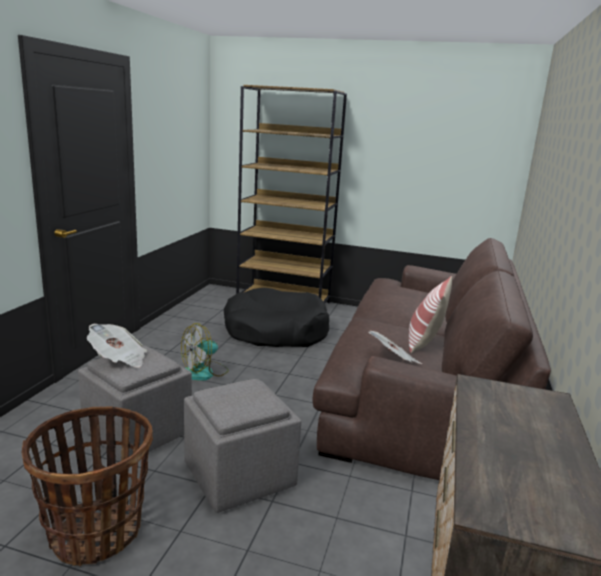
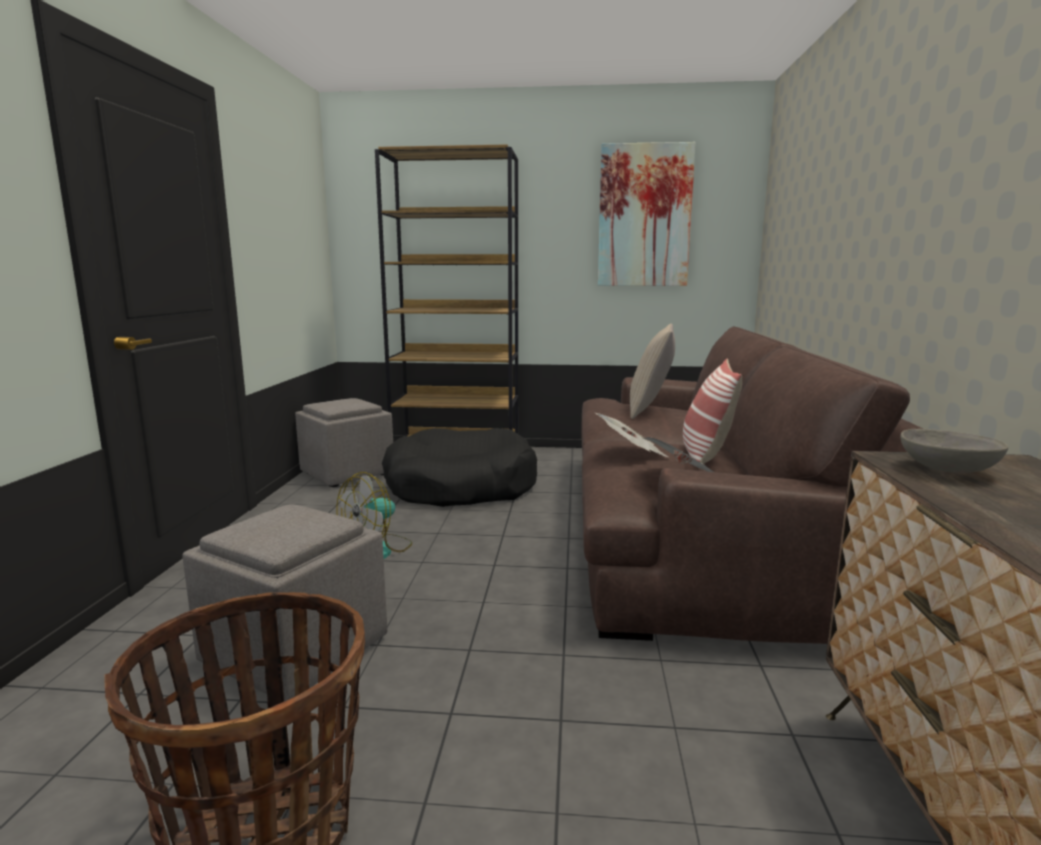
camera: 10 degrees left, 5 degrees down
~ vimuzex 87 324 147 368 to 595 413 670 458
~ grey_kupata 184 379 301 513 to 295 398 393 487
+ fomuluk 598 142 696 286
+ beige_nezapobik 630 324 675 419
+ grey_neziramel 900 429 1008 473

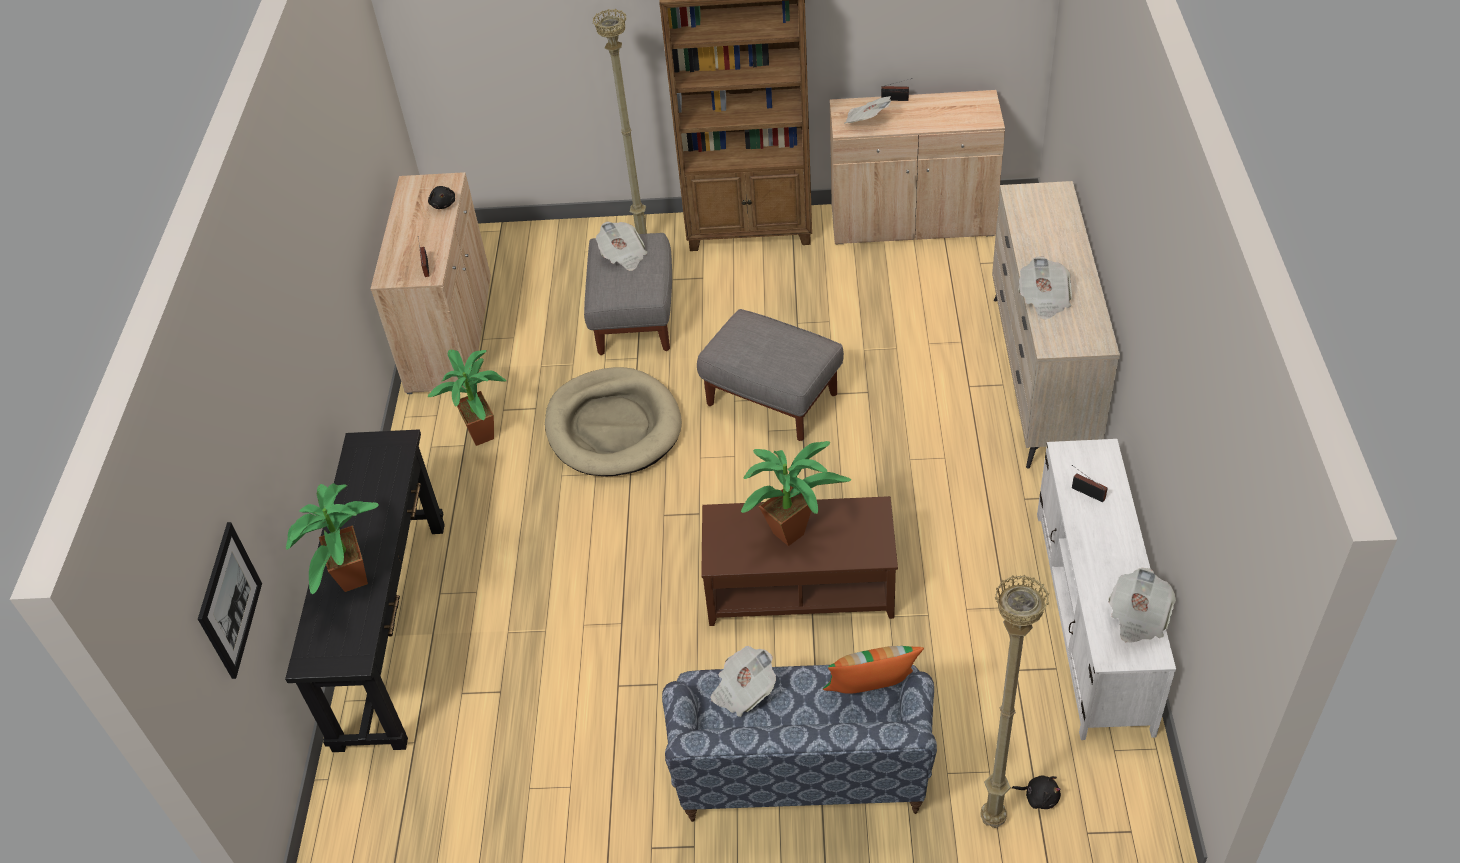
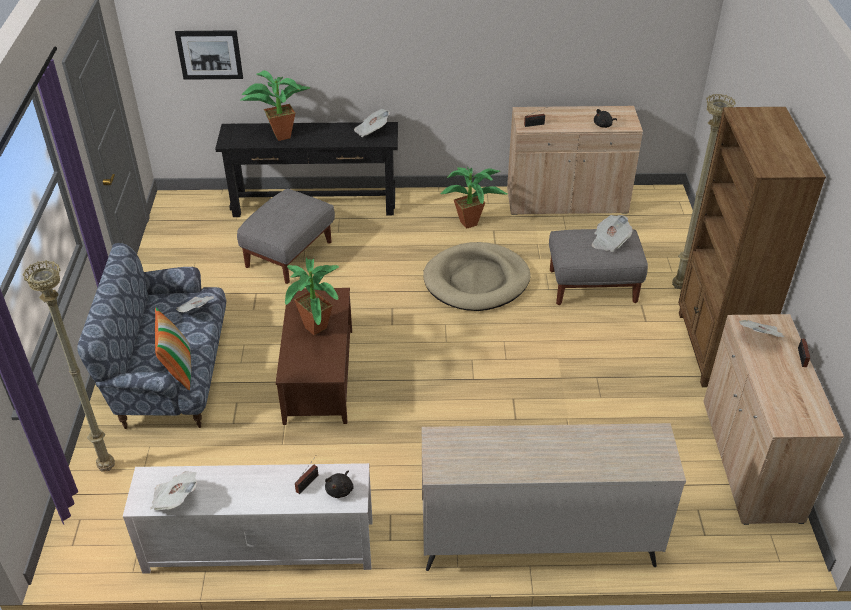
camera: 85 degrees right, 5 degrees down
~ vimuzex 1018 256 1072 320 to 354 109 390 137
~ grey_kupata 697 309 844 441 to 237 189 335 284
~ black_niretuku 1012 776 1061 809 to 325 471 354 498

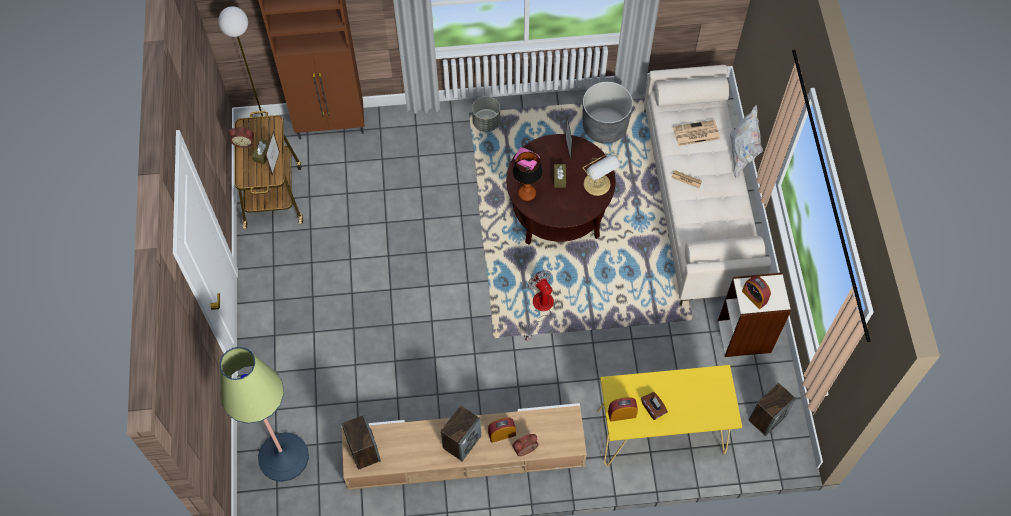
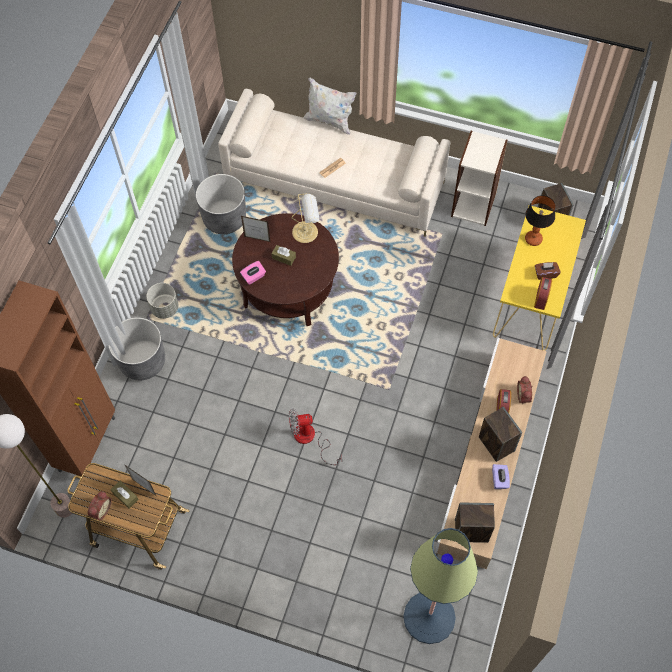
camera: 65 degrees left, 0 degrees up
- vimuzex 673 120 720 146
~ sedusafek 513 152 543 201 to 525 195 556 246
~ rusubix 524 270 554 341 to 289 408 342 465
- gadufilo 742 276 771 309
+ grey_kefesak 108 317 165 380
+ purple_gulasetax 492 464 510 489

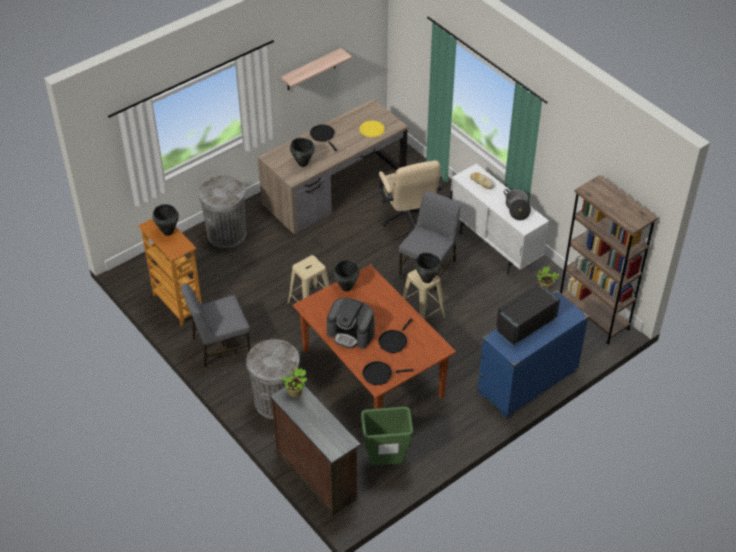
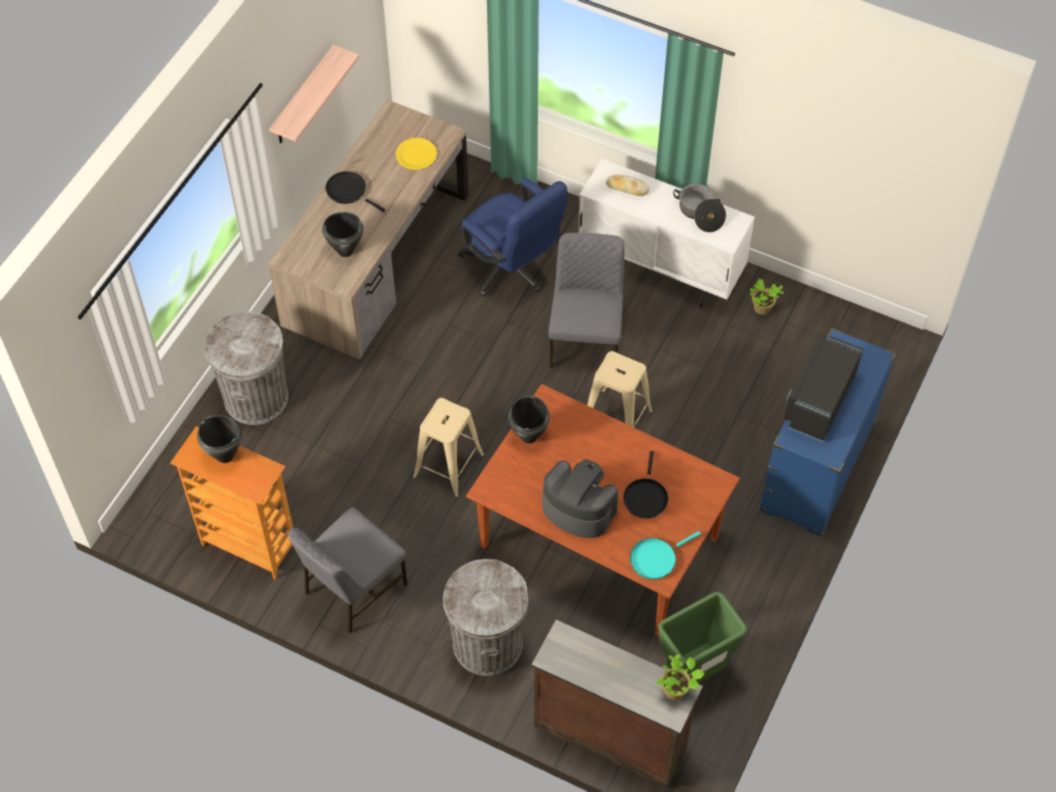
camera: 25 degrees left, 10 degrees up
~ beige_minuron 379 160 441 229 to blue_minuron 458 178 568 297
- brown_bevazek 560 175 658 344
- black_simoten 415 253 441 283
~ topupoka 327 298 374 349 = 542 459 618 538 150 degrees counterclockwise
~ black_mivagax 363 361 413 385 to turquoise_mivagax 630 531 701 579
~ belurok 280 367 307 397 to 656 654 705 700

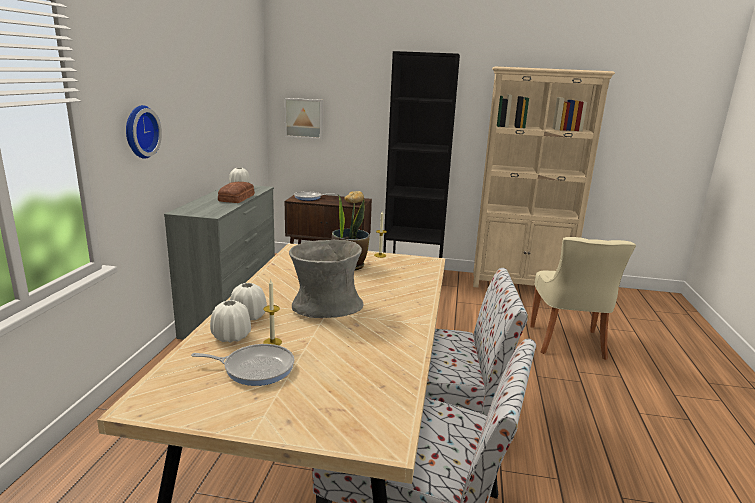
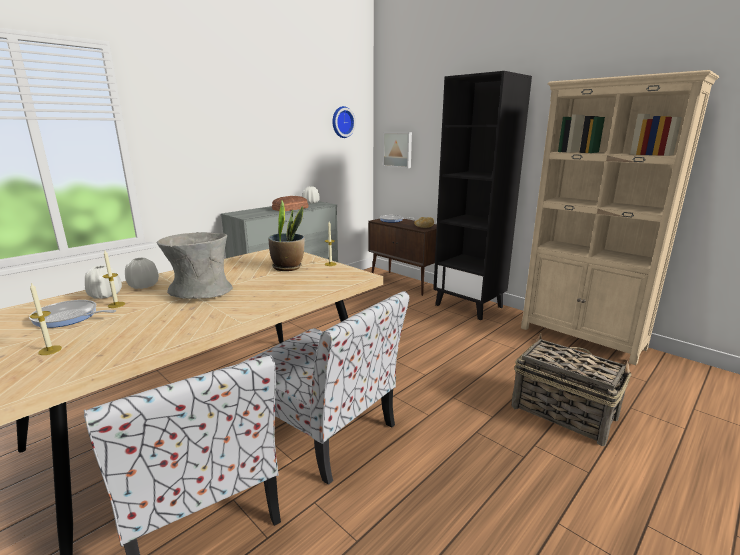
camera: 35 degrees right, 0 degrees up
~ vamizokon 126 105 162 159 to 332 106 356 138
~ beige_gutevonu 530 237 636 360 to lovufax 512 333 632 446
~ mivagax 191 344 294 386 = 29 300 116 328 150 degrees clockwise
+ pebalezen 30 282 62 355

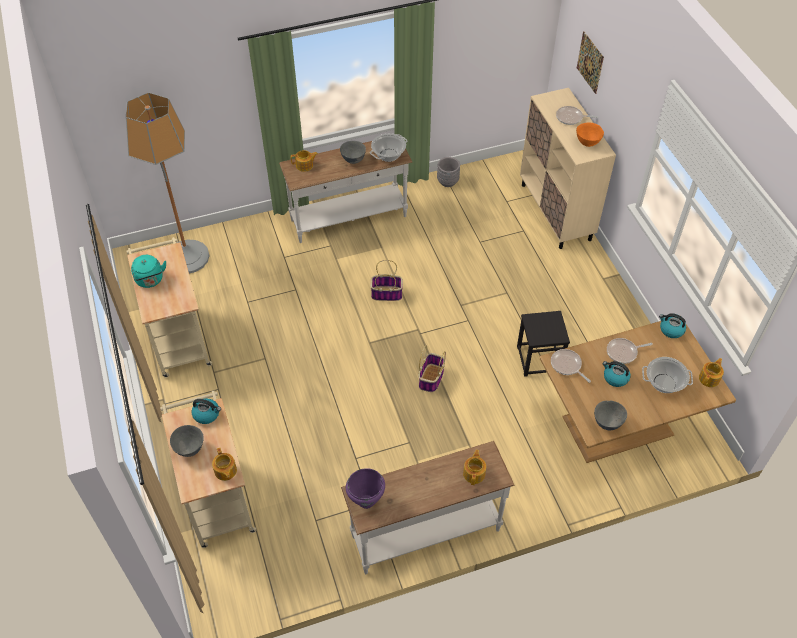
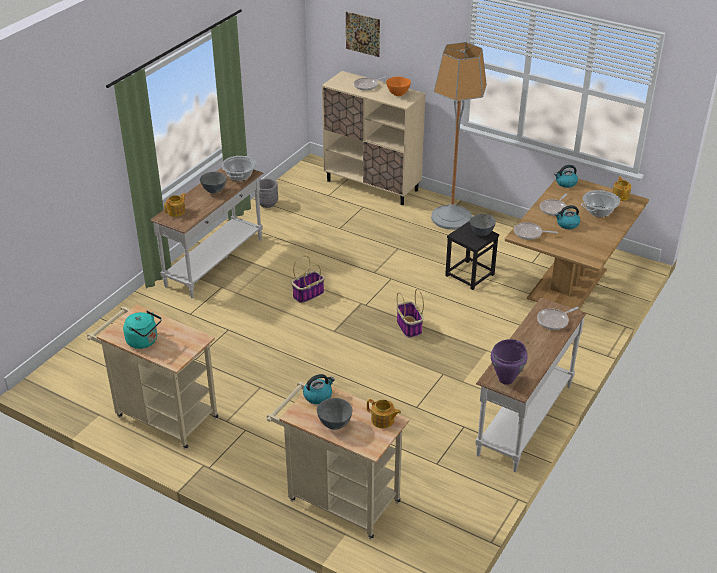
camera: 40 degrees left, 15 degrees down
~ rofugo 126 92 210 274 to 431 42 487 230
~ grey_neziramel 594 401 627 430 to 470 214 496 236
~ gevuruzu 463 450 486 485 to mivagax 537 307 579 330

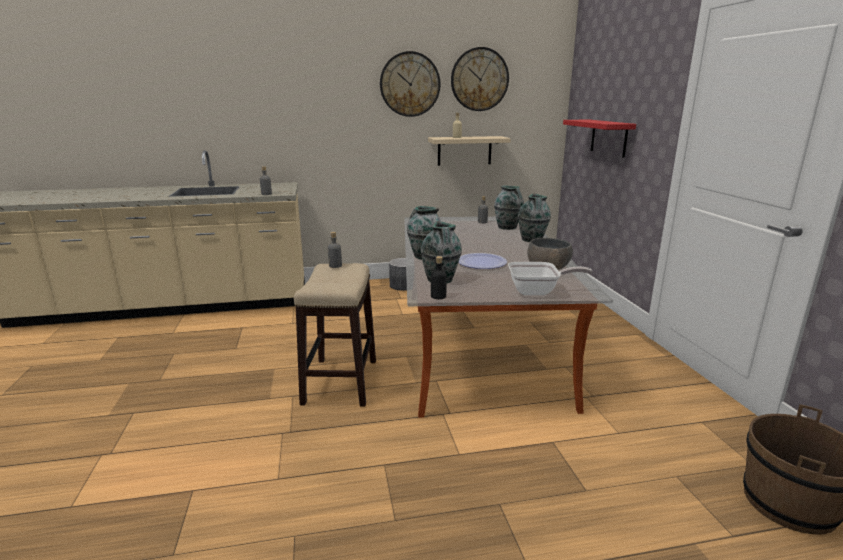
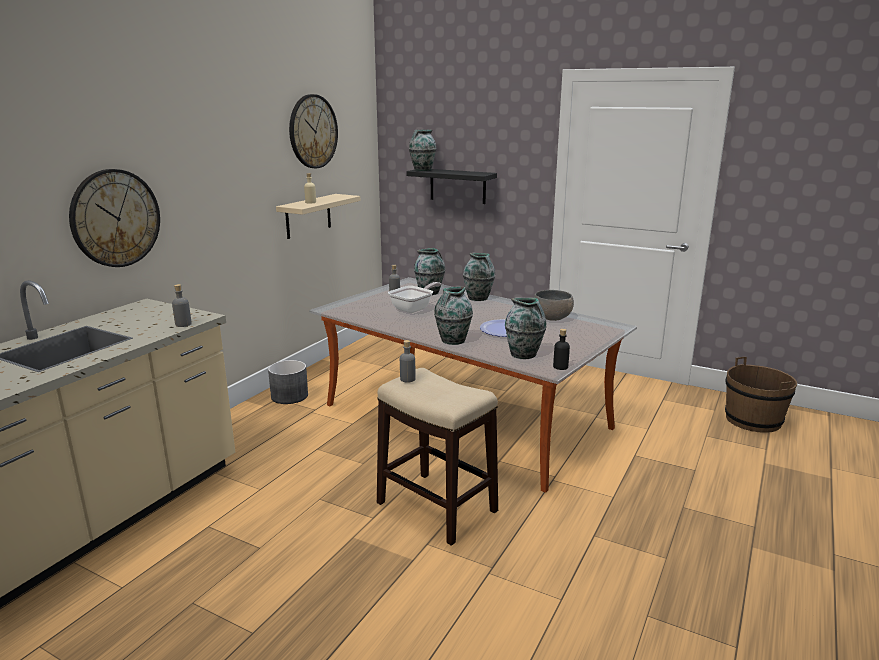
camera: 50 degrees left, 0 degrees up
~ vamizokon 380 51 440 117 to 69 169 160 267
~ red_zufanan 563 120 636 158 to black_zufanan 406 169 497 204
~ mivagax 508 262 592 295 to 388 282 441 313
+ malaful 409 130 436 171

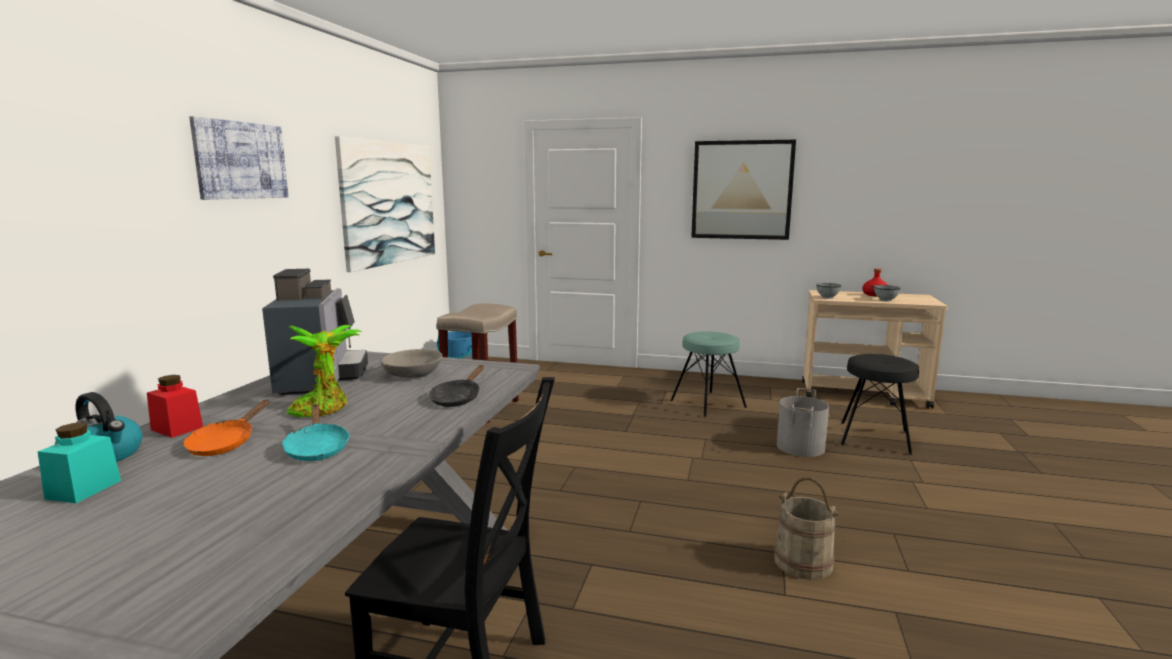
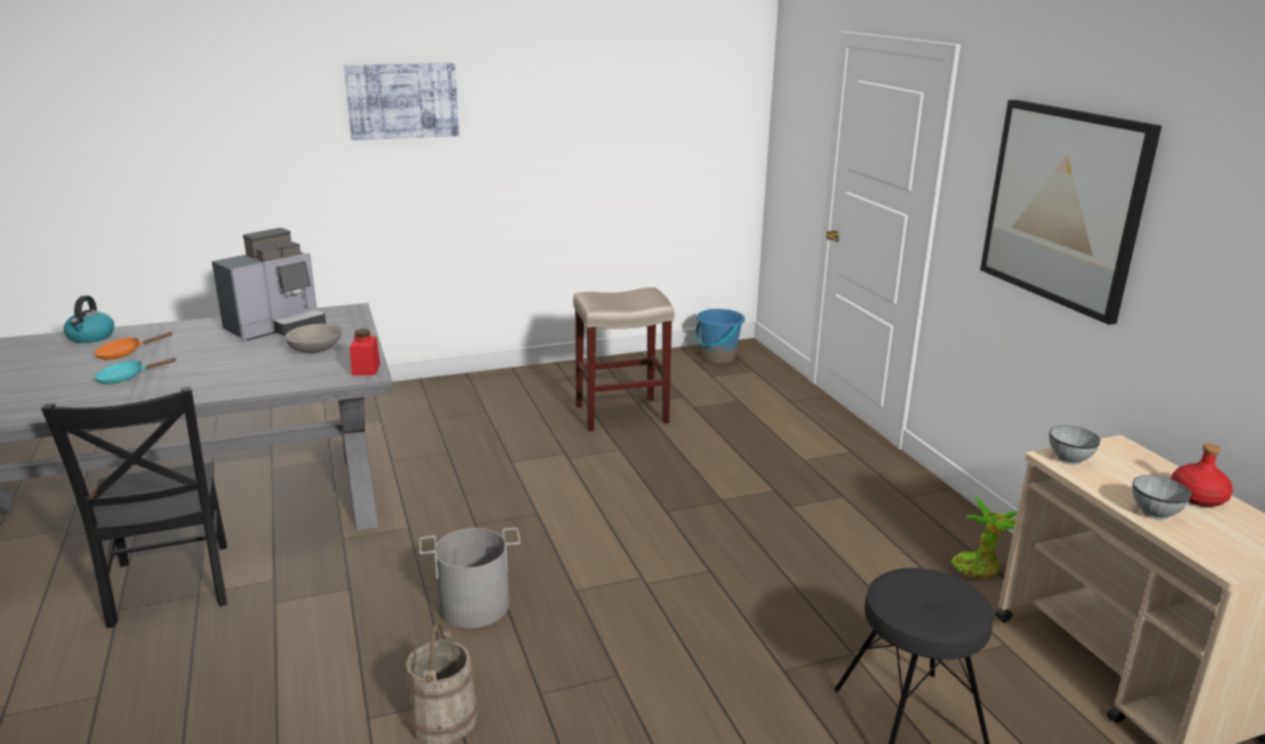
camera: 55 degrees right, 10 degrees up
- fomuluk 335 136 435 272
~ belurok 287 325 362 417 to 951 496 1018 578
- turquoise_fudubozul 670 331 747 417
- black_mivagax 429 365 484 407
~ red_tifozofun 147 375 203 438 to 350 329 380 376
~ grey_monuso 777 388 829 457 to 419 528 521 628
~ turquoise_mivagax 281 404 350 461 = 94 358 176 384 45 degrees clockwise
- turquoise_tifozofun 38 422 121 503

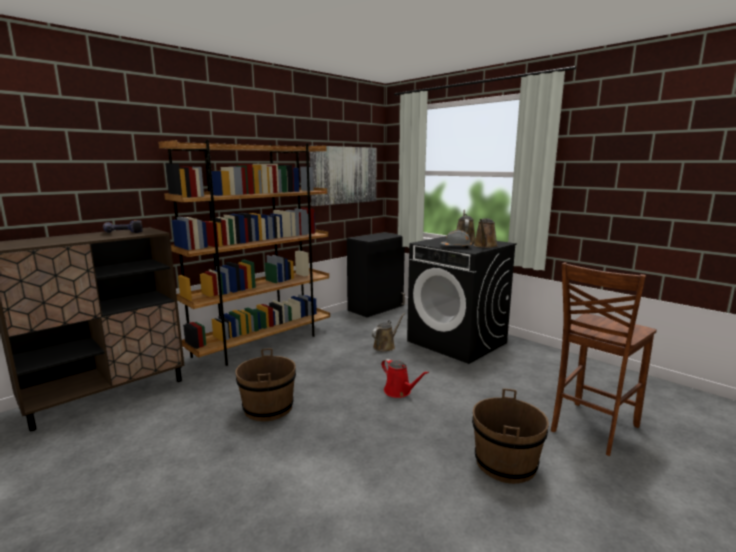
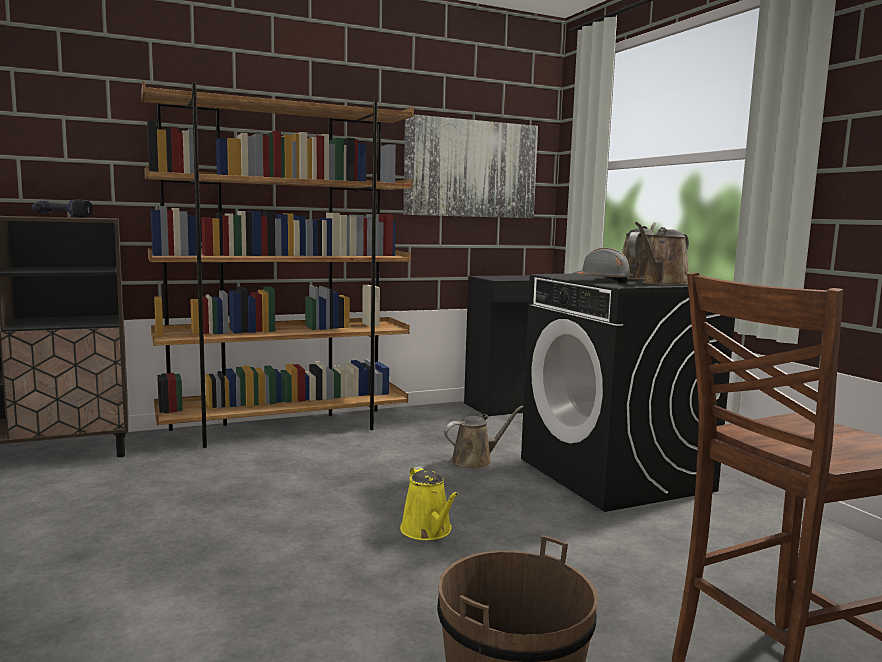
camera: 20 degrees right, 5 degrees down
- brown_monuso 235 348 296 422
~ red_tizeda 381 359 429 398 to yellow_tizeda 400 466 459 540

